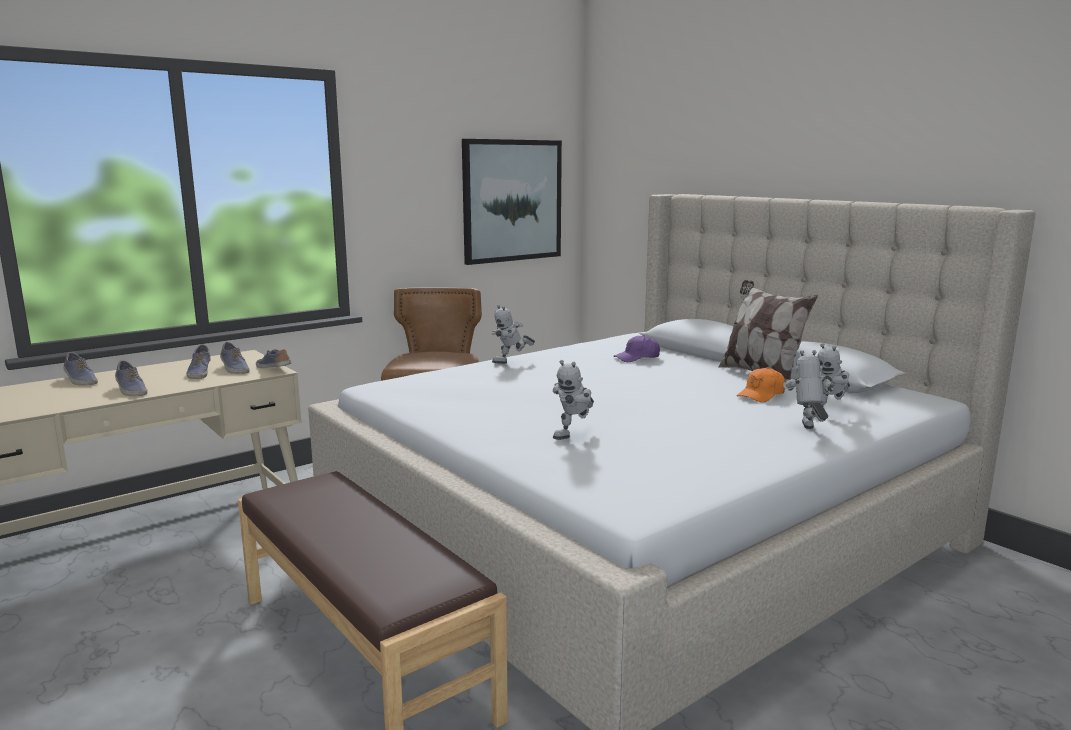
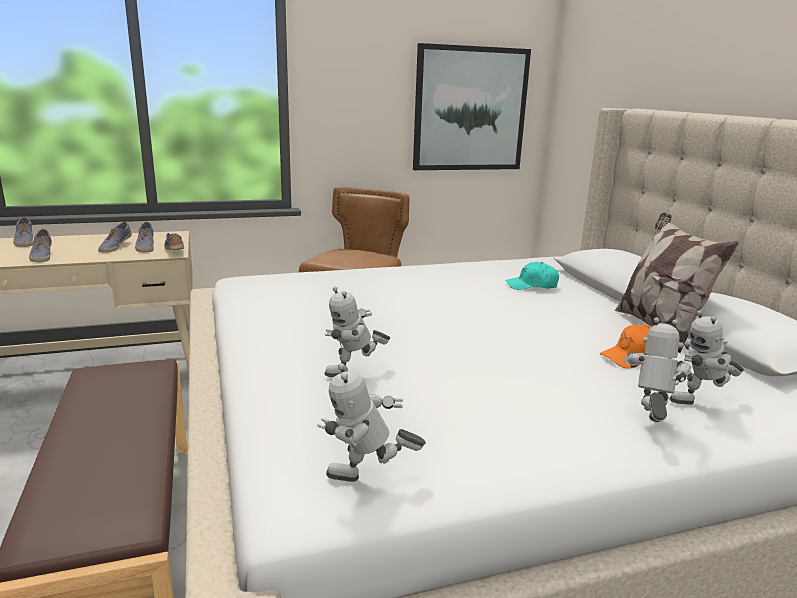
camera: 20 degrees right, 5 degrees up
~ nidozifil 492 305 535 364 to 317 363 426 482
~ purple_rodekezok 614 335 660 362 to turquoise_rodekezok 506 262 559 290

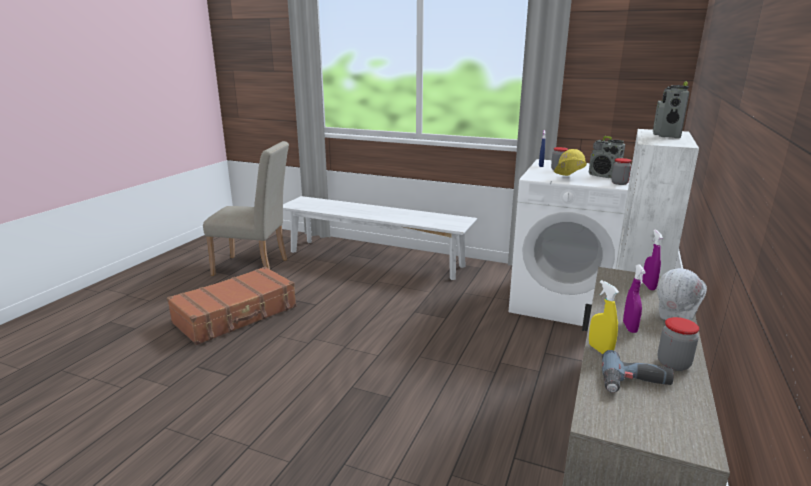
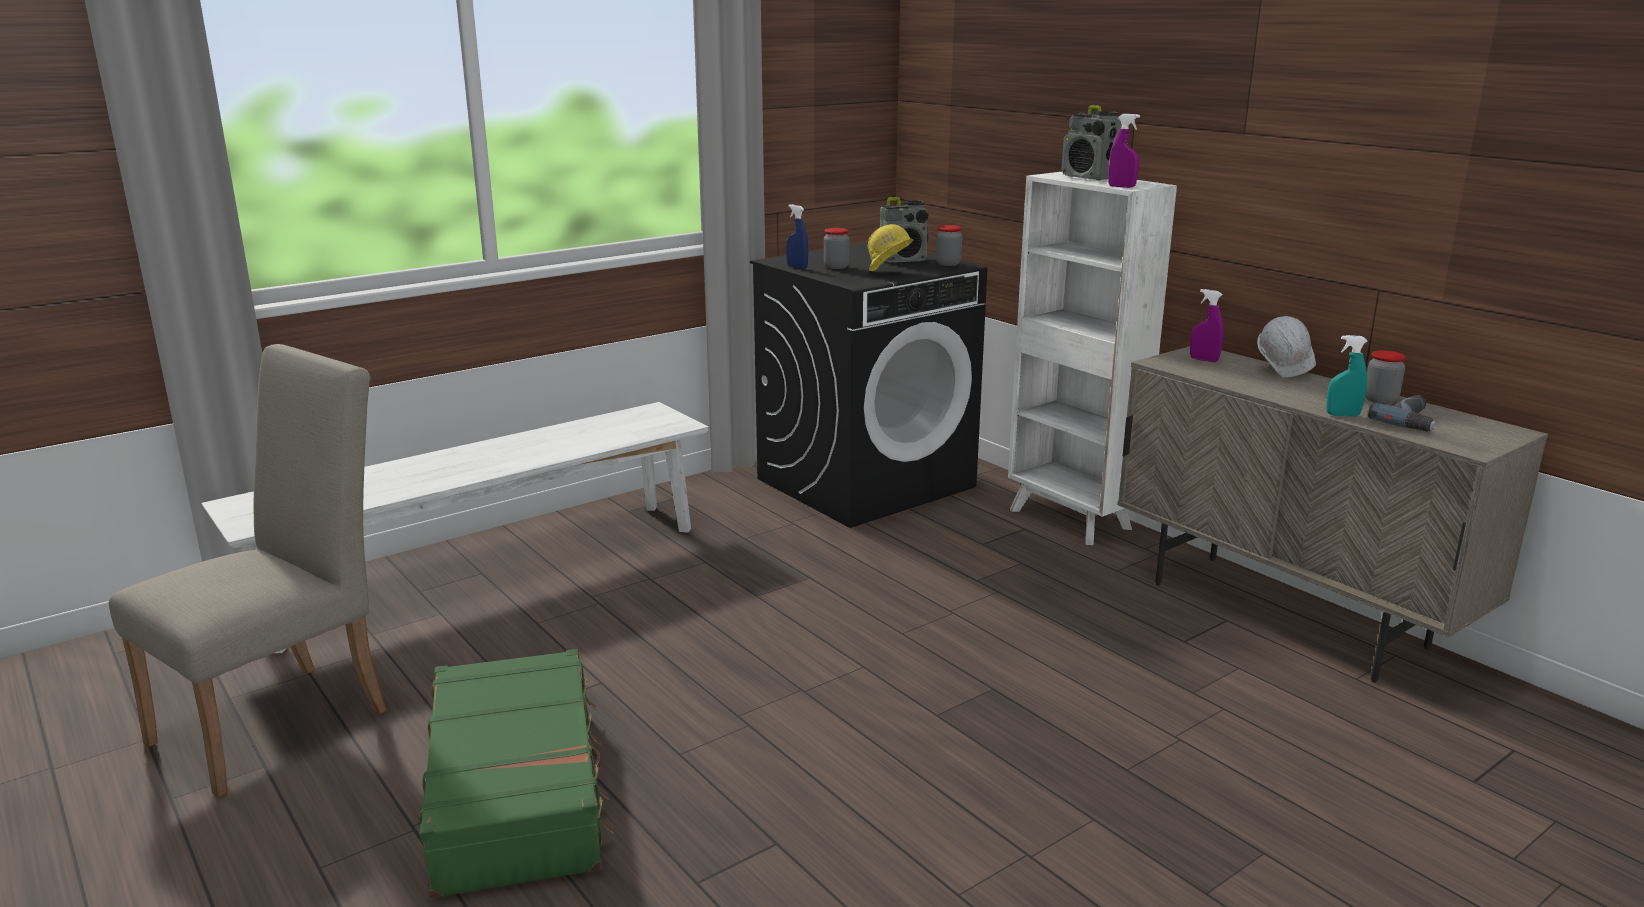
camera: 60 degrees left, 0 degrees up
~ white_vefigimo 509 159 631 326 to black_vefigimo 750 243 987 528
~ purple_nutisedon 623 265 646 333 to 1108 114 1140 188
~ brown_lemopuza 167 266 296 345 to green_lemopuza 419 649 614 899
~ yellow_nutisedon 589 280 619 354 to turquoise_nutisedon 1326 335 1368 416

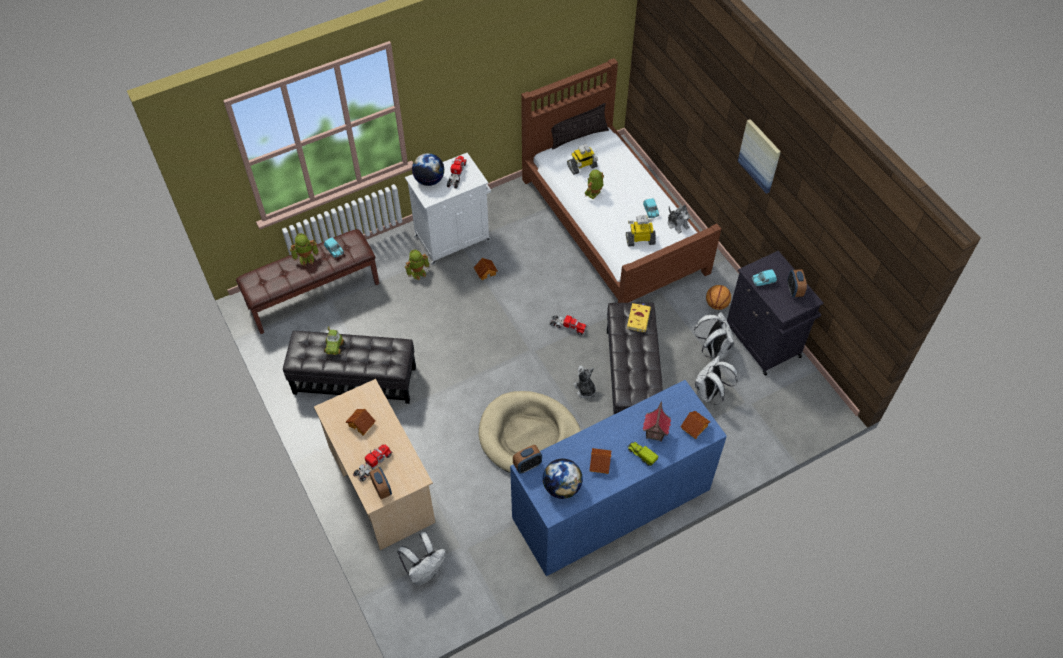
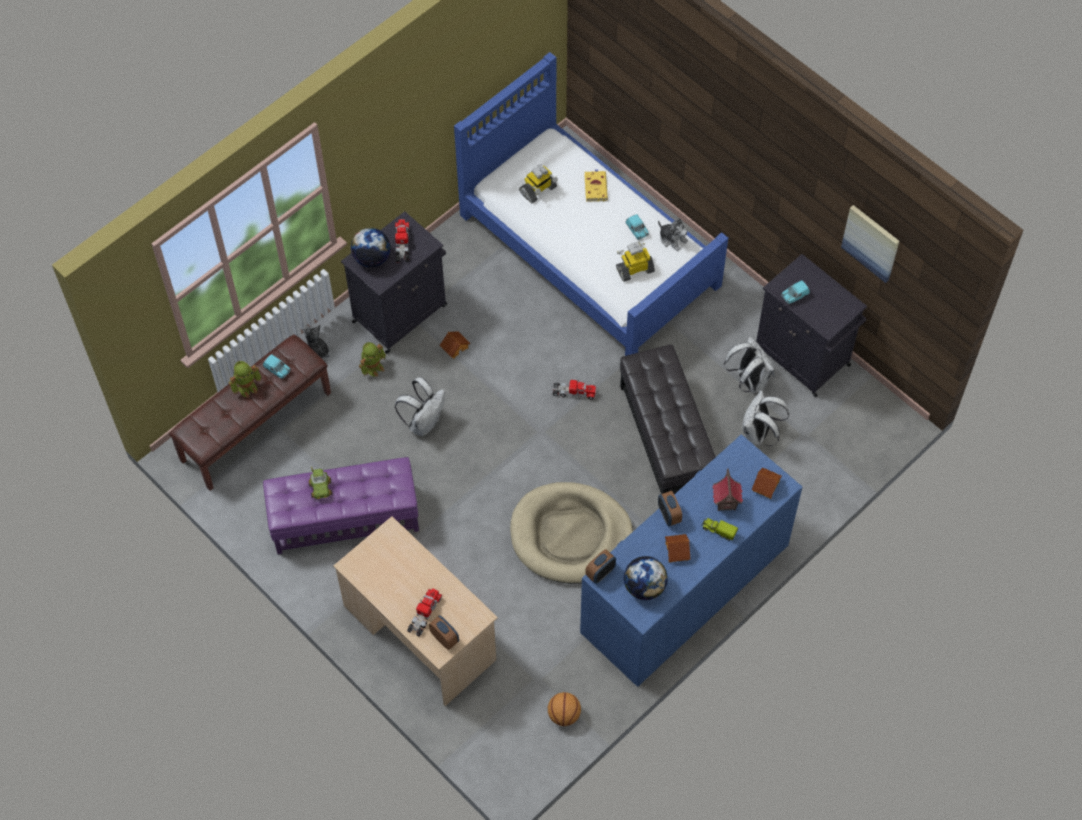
camera: 15 degrees left, 5 degrees up
~ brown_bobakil 521 58 721 303 to blue_bobakil 454 52 728 356
- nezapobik 551 103 609 150
~ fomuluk 738 119 781 194 to 841 205 900 283
~ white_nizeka 405 153 491 265 to black_nizeka 341 211 447 354
- nidozifil 585 169 604 199
~ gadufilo 788 269 807 297 to 658 491 682 526
~ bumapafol 706 285 731 310 to 548 692 581 726
~ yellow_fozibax 627 303 651 332 to 585 169 608 202
~ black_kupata 283 331 416 404 to purple_kupata 263 457 419 554
~ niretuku 573 366 596 398 to 303 325 329 359
- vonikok 346 409 376 435
~ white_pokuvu 397 532 446 586 to 395 377 445 436

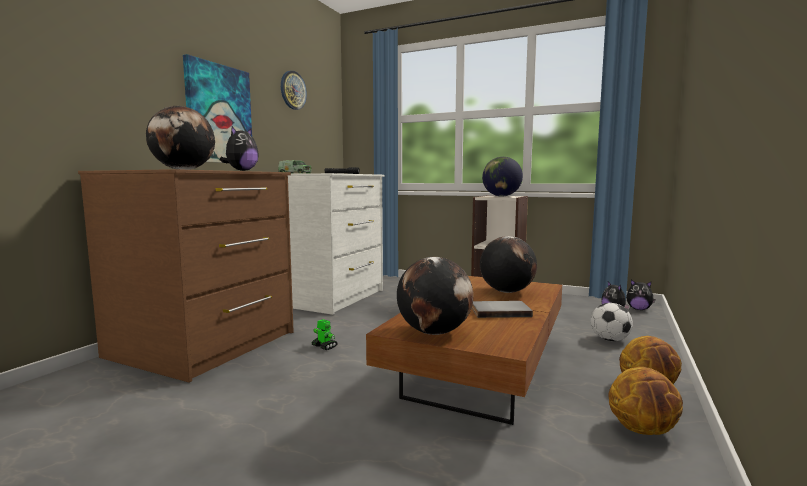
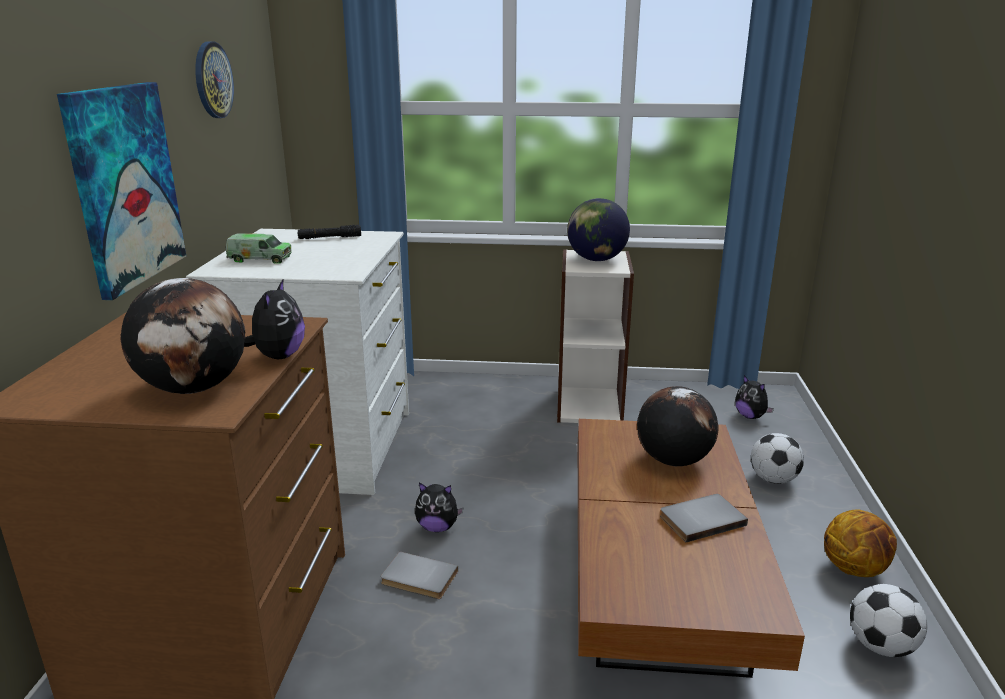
camera: 20 degrees left, 15 degrees up
- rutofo 397 257 473 335
~ niretuku 626 279 655 310 to 415 483 464 532
~ nidozifil 312 319 338 350 to grey_fozibax 381 551 458 599
~ bumapafol 608 367 683 435 to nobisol 850 584 927 657

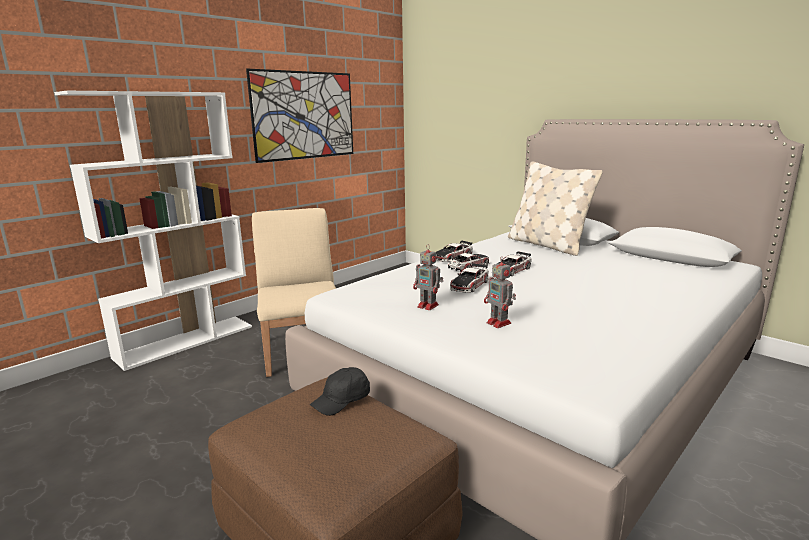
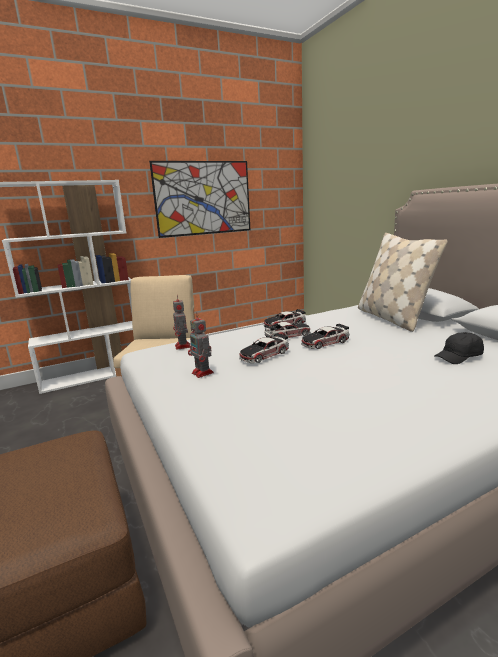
camera: 20 degrees right, 0 degrees up
~ nidozifil 484 256 516 328 to 173 295 191 350
~ black_rodekezok 310 367 370 416 to 434 332 484 364

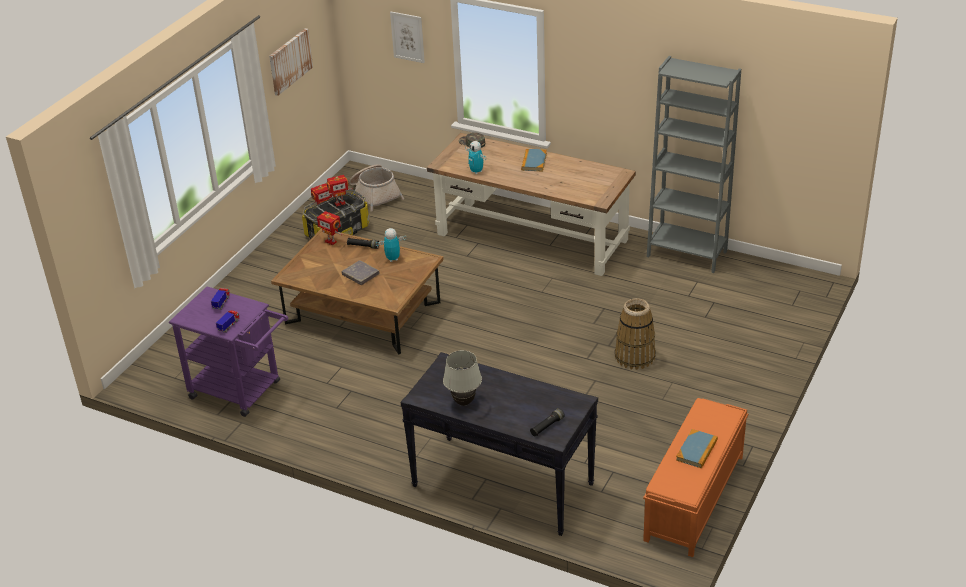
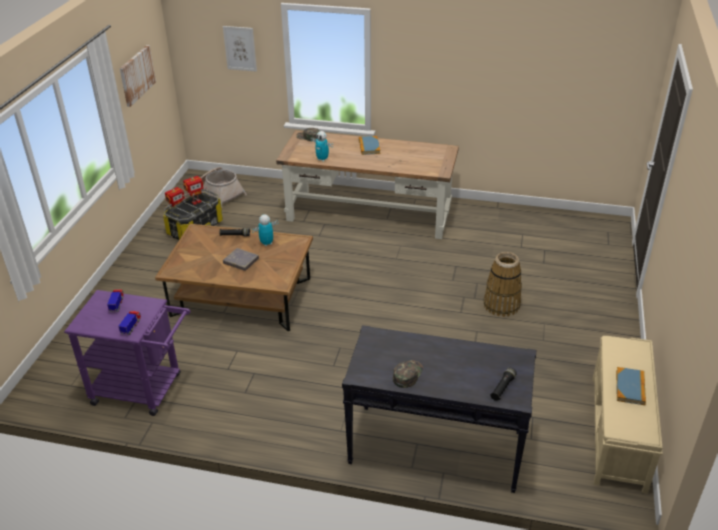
camera: 15 degrees left, 0 degrees up
- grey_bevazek 647 56 741 273
- nidozifil 317 211 343 245
~ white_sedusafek 443 350 482 406 to green_rodekezok 393 360 423 388
~ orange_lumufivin 643 398 748 557 to beige_lumufivin 593 336 663 494

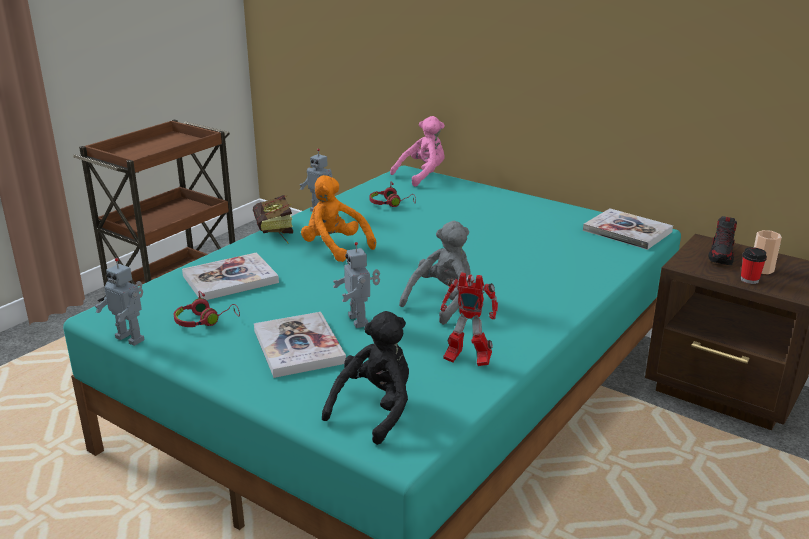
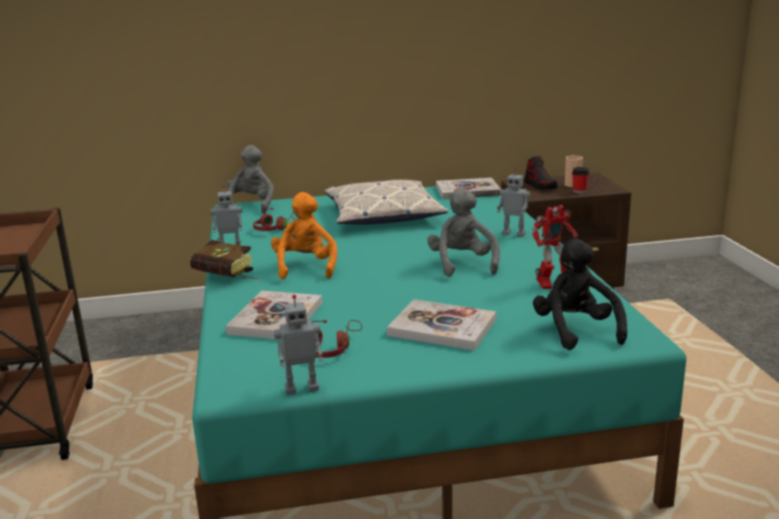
camera: 45 degrees left, 5 degrees down
~ pink_niretuku 390 116 445 187 to grey_niretuku 227 145 274 213
~ orange_niretuku 301 175 376 262 = 271 192 337 279 90 degrees clockwise
~ nidozifil 333 242 380 328 to 497 168 530 237
+ nezapobik 324 179 448 225

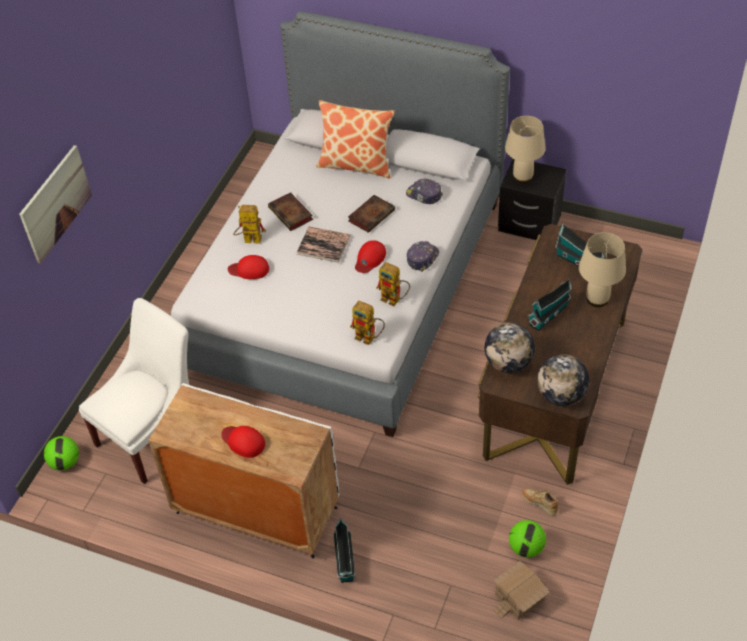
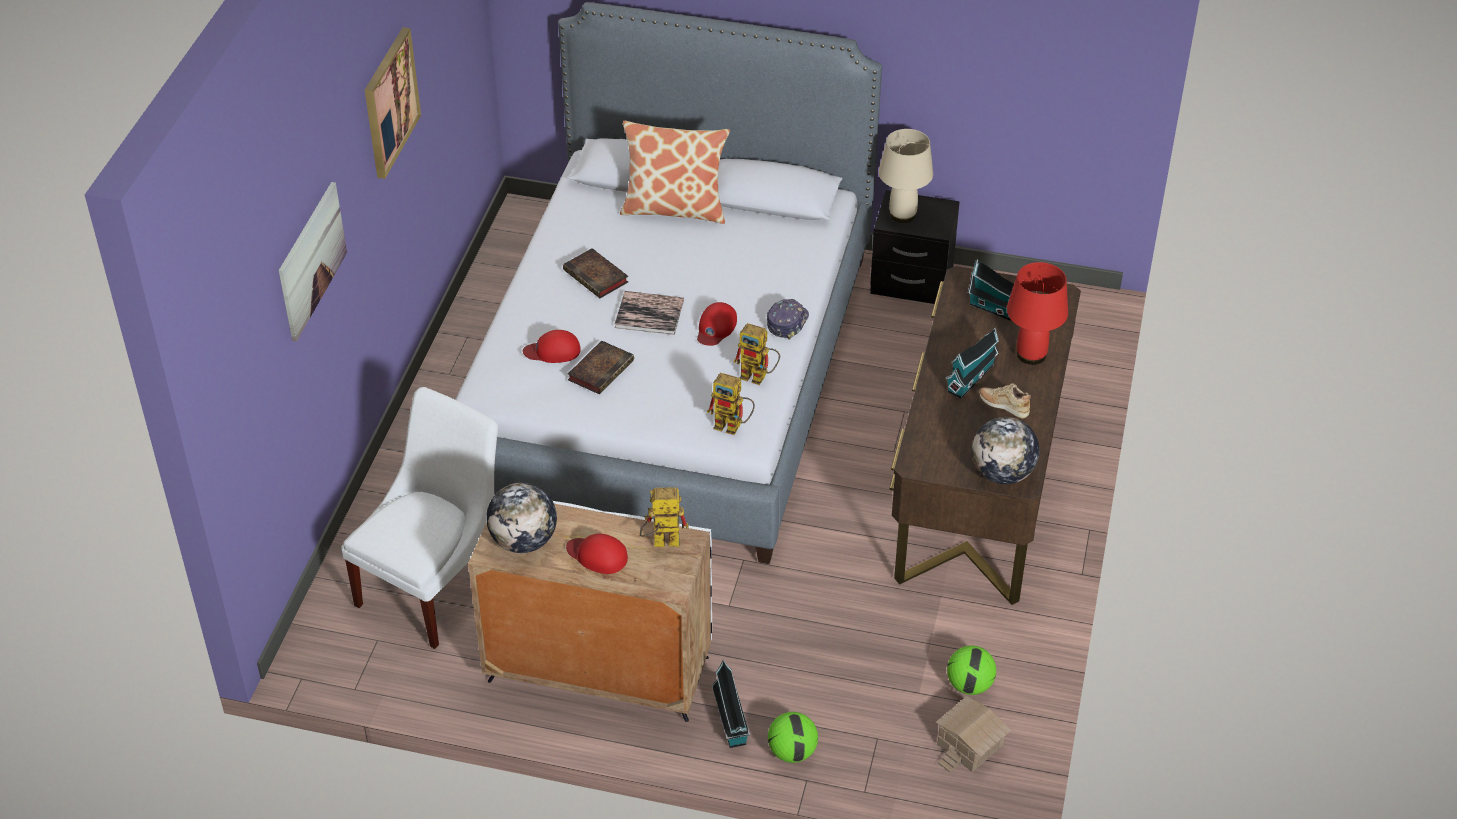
camera: 10 degrees left, 5 degrees down
- rodekezok 406 179 443 204
~ fozibax 348 195 395 233 to 567 340 634 395
~ nidozifil 233 205 266 244 to 640 487 689 547
~ beige_sedusafek 579 232 626 307 to red_sedusafek 1007 262 1068 365
~ rutofo 484 322 535 373 to 486 483 557 553
~ nobisol 44 436 79 471 to 768 712 818 763
~ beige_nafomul 522 488 558 516 to 979 383 1031 418
+ fomuluk 365 27 421 179

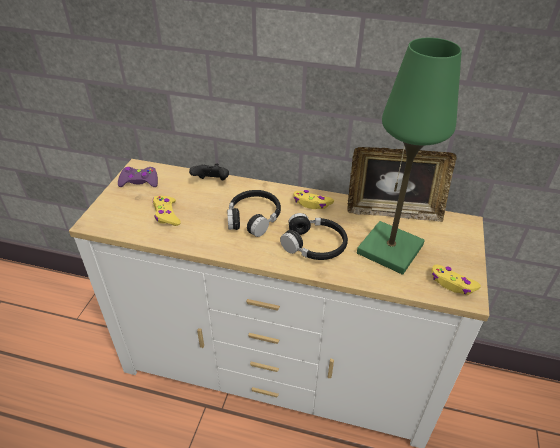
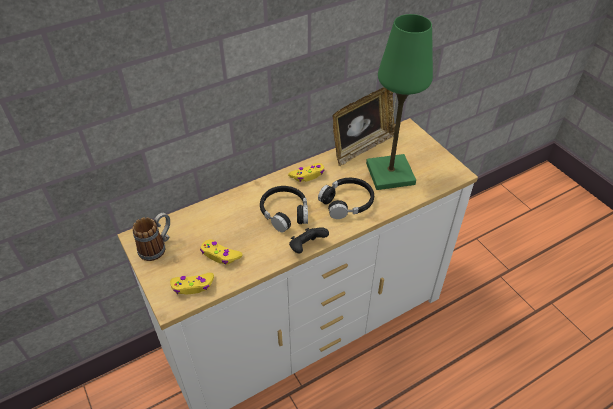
camera: 45 degrees left, 5 degrees up
~ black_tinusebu 189 164 229 180 to 289 227 329 253
~ purple_tinusebu 118 167 158 187 to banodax 132 213 170 261
~ yellow_tinusebu 432 264 481 295 to 170 273 214 295

